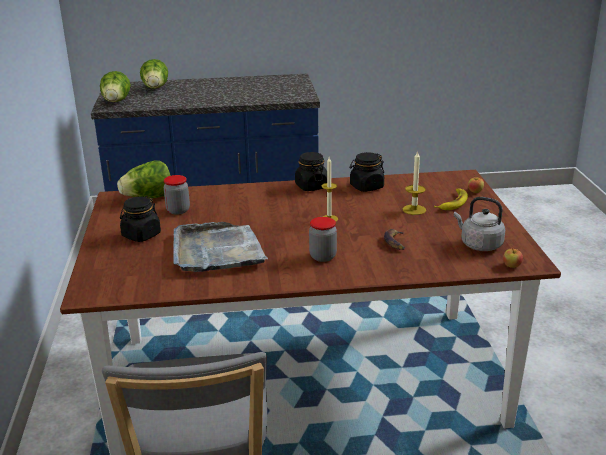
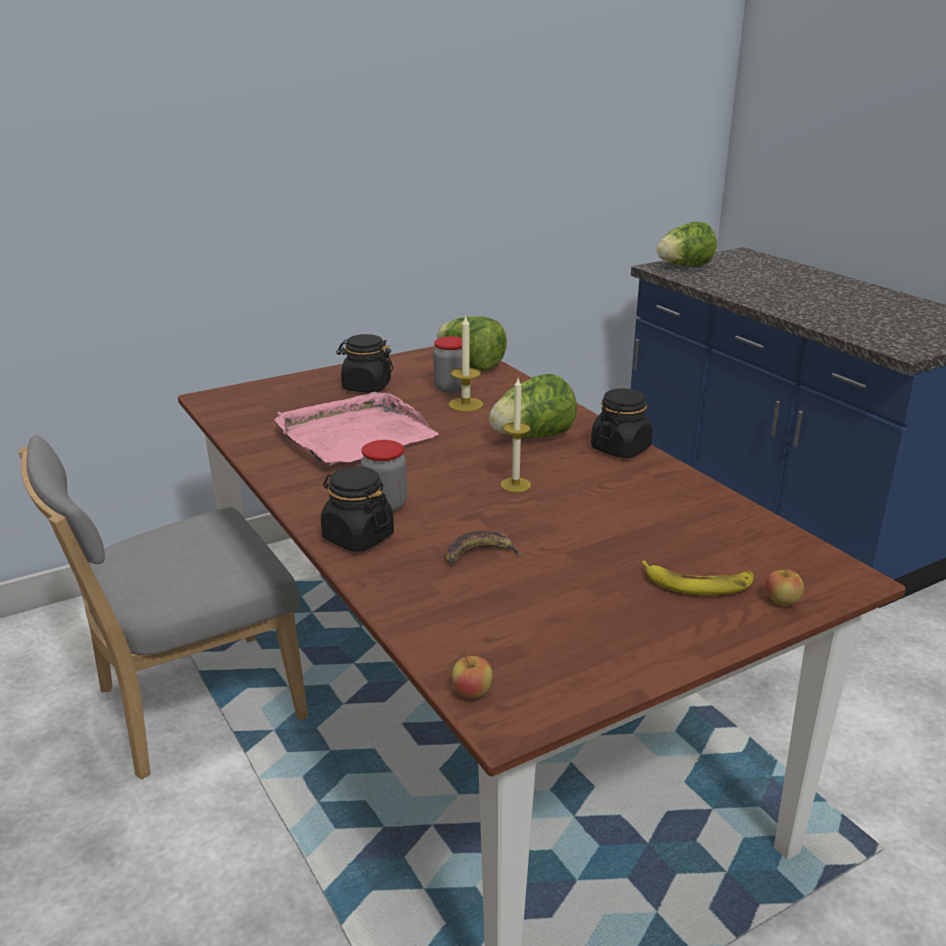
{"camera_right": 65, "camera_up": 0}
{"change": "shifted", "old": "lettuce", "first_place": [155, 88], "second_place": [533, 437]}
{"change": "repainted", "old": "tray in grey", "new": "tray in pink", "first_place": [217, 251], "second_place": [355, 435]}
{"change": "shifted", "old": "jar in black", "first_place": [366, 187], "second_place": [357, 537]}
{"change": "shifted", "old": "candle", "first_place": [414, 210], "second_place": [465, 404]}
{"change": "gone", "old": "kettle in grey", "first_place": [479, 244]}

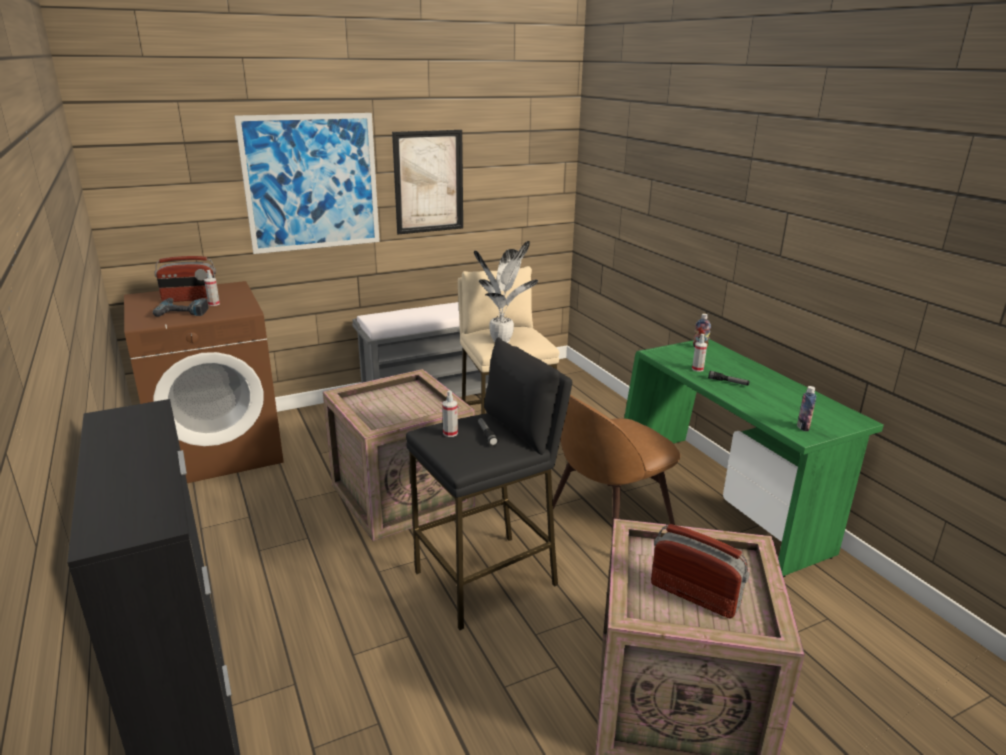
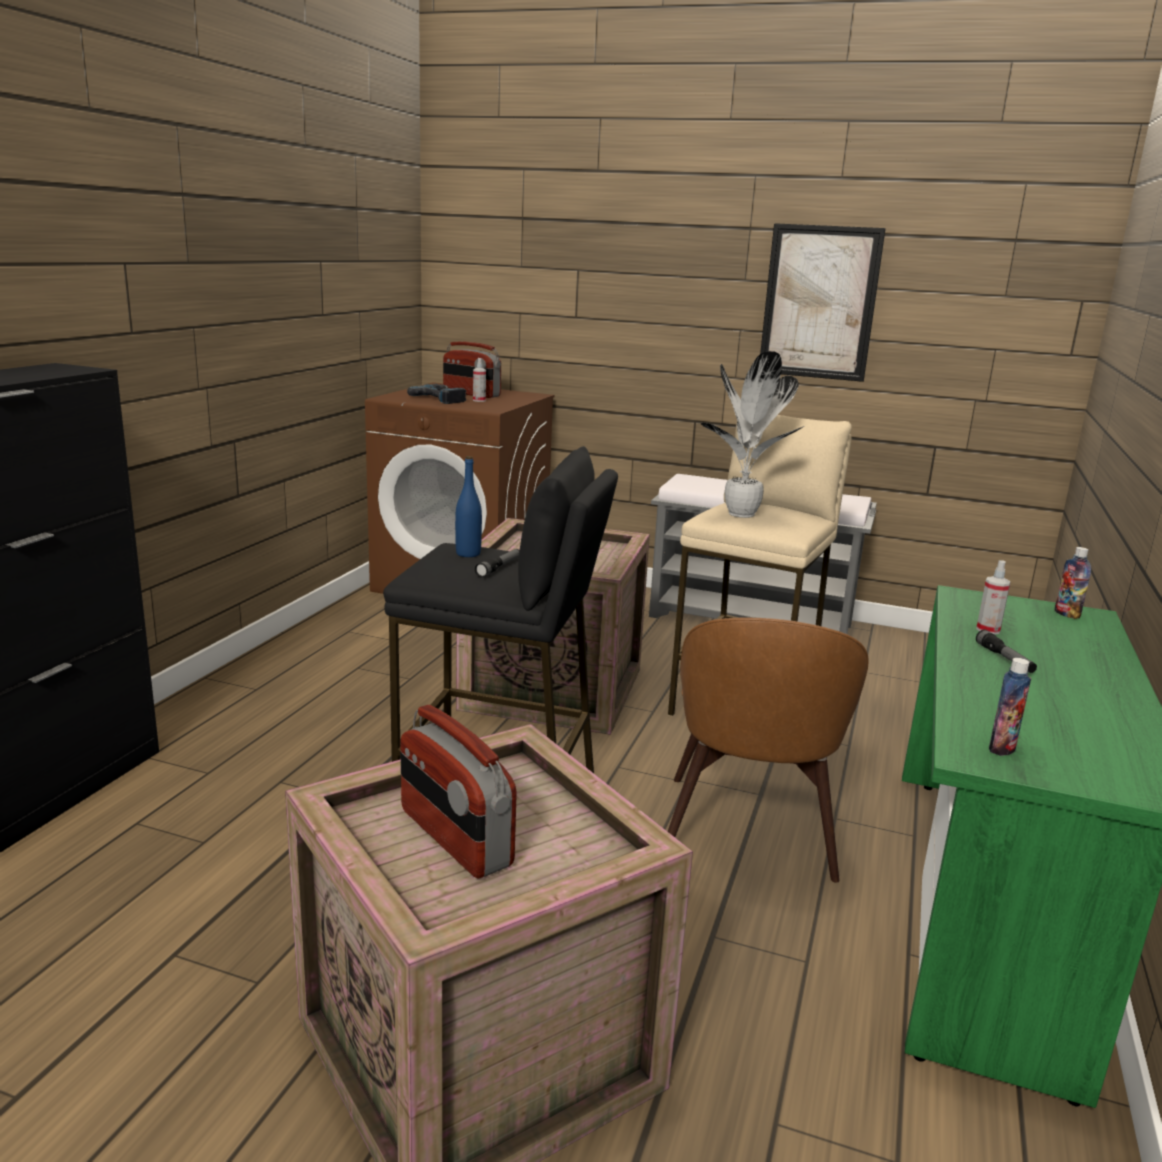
{"camera_right": 45, "camera_up": -5}
{"change": "gone", "old": "picture", "first_place": [312, 183]}
{"change": "swapped", "old": "spray bottle", "new": "bottle in blue", "first_place": [450, 433], "second_place": [468, 554]}
{"change": "rotated", "old": "chair in brown", "first_place": [606, 520], "second_place": [749, 832], "degrees": -90}
{"change": "rotated", "old": "radio", "first_place": [694, 595], "second_place": [454, 838], "degrees": 150}

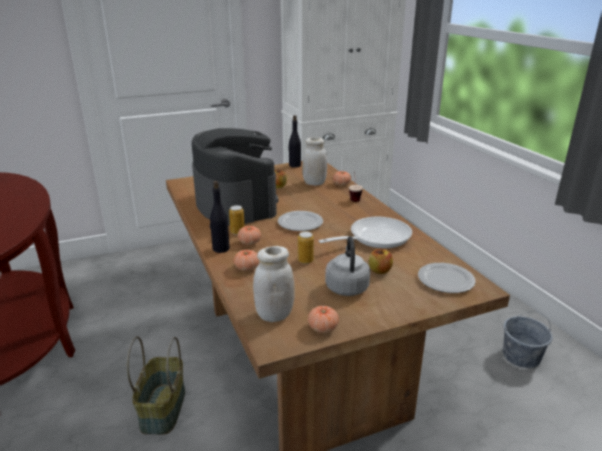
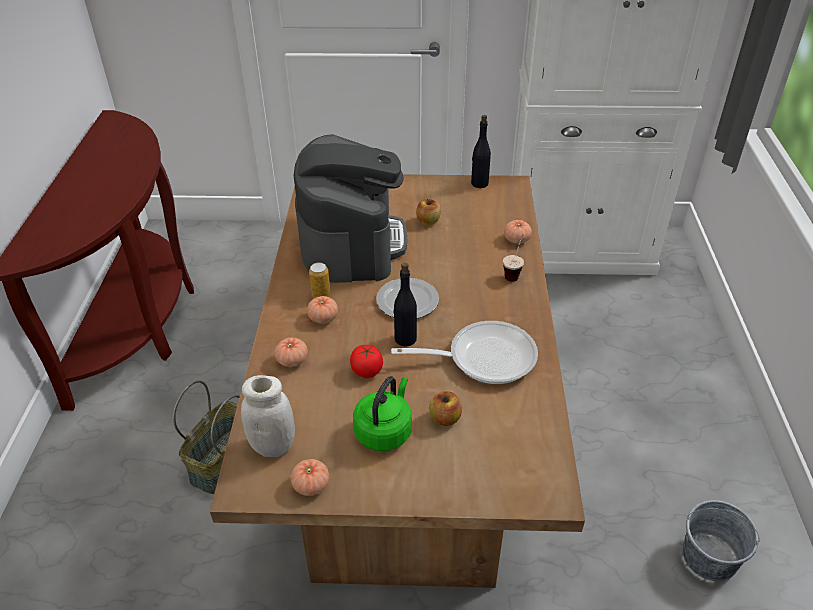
{"camera_right": 25, "camera_up": 15}
{"change": "shifted", "old": "bottle in black", "first_place": [220, 249], "second_place": [405, 339]}
{"change": "swapped", "old": "can", "new": "tomato", "first_place": [305, 261], "second_place": [367, 371]}
{"change": "gone", "old": "jar in white", "first_place": [314, 183]}
{"change": "repainted", "old": "kettle in grey", "new": "kettle in green", "first_place": [346, 286], "second_place": [385, 431]}
{"change": "gone", "old": "plate", "first_place": [446, 280]}

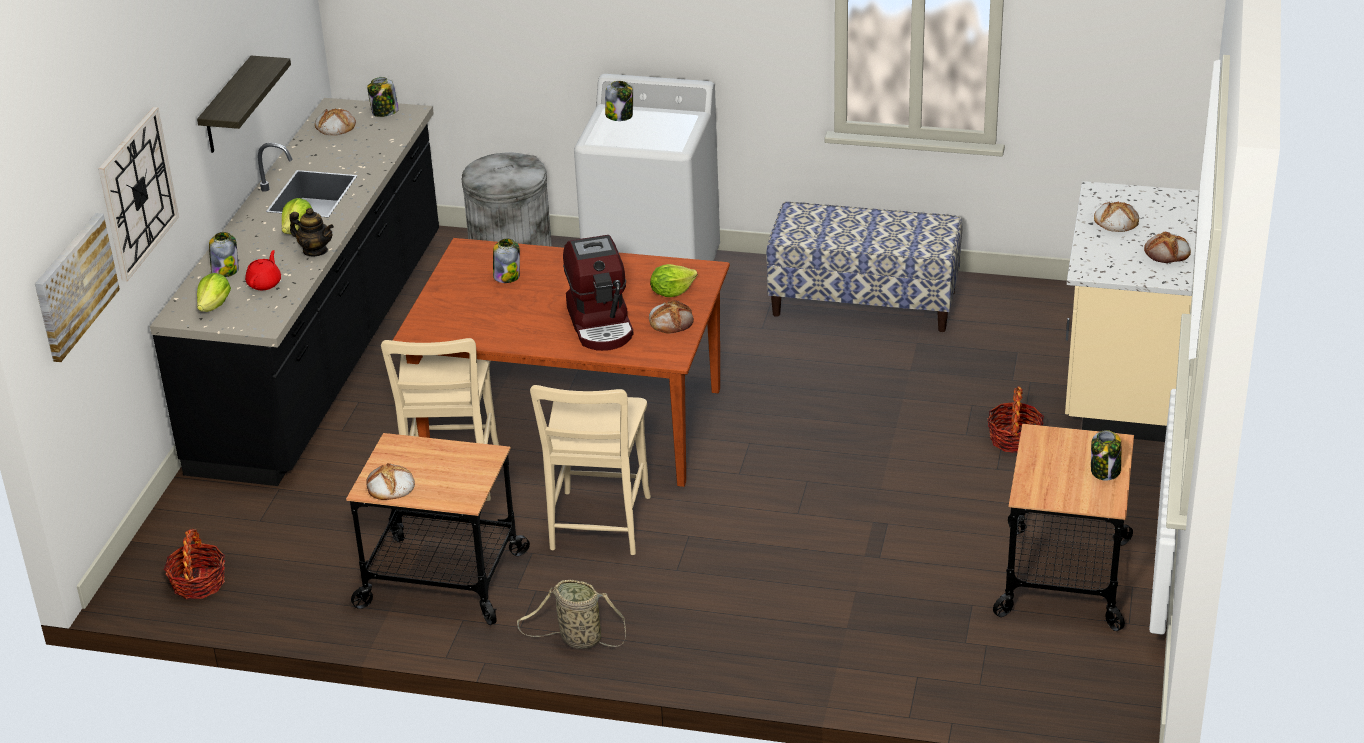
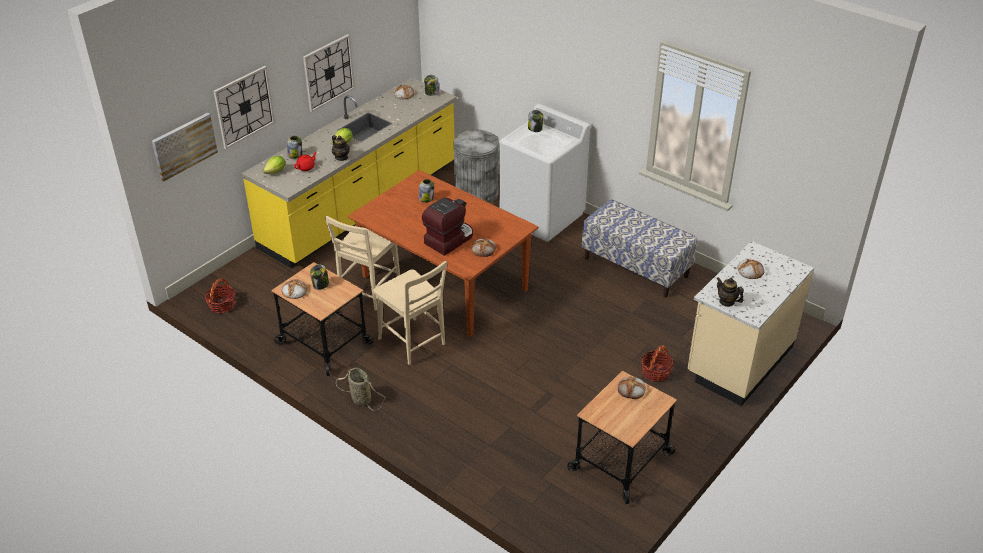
{"camera_right": 25, "camera_up": 5}
{"change": "repainted", "old": "counter in black", "new": "counter in yellow", "first_place": [324, 351], "second_place": [361, 206]}
{"change": "swapped", "old": "shelf", "new": "wall clock", "first_place": [227, 107], "second_place": [328, 72]}
{"change": "rotated", "old": "chair in beige", "first_place": [598, 527], "second_place": [414, 343], "degrees": -75}
{"change": "rotated", "old": "coffee machine", "first_place": [601, 324], "second_place": [449, 239], "degrees": -150}
{"change": "gone", "old": "lettuce", "first_place": [671, 292]}
{"change": "shifted", "old": "jar", "first_place": [1105, 471], "second_place": [321, 285]}
{"change": "shifted", "old": "bread", "first_place": [1167, 252], "second_place": [631, 389]}
{"change": "new", "new": "teapot", "second_place": [727, 301]}

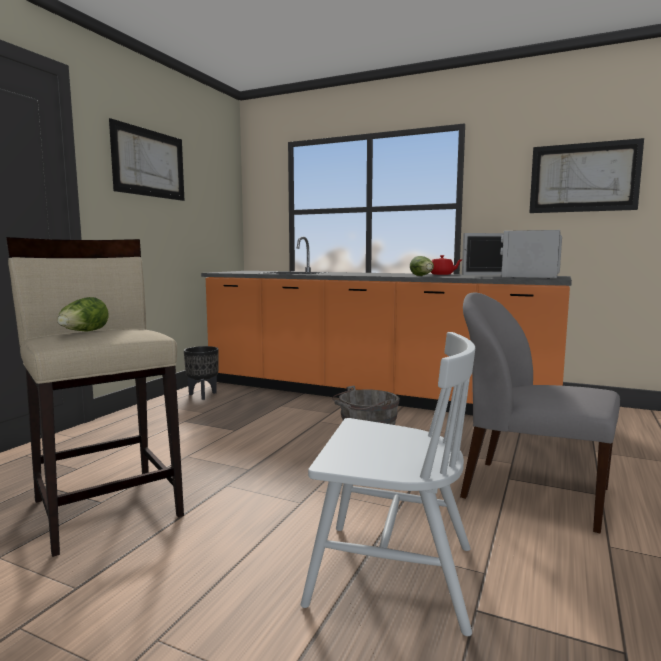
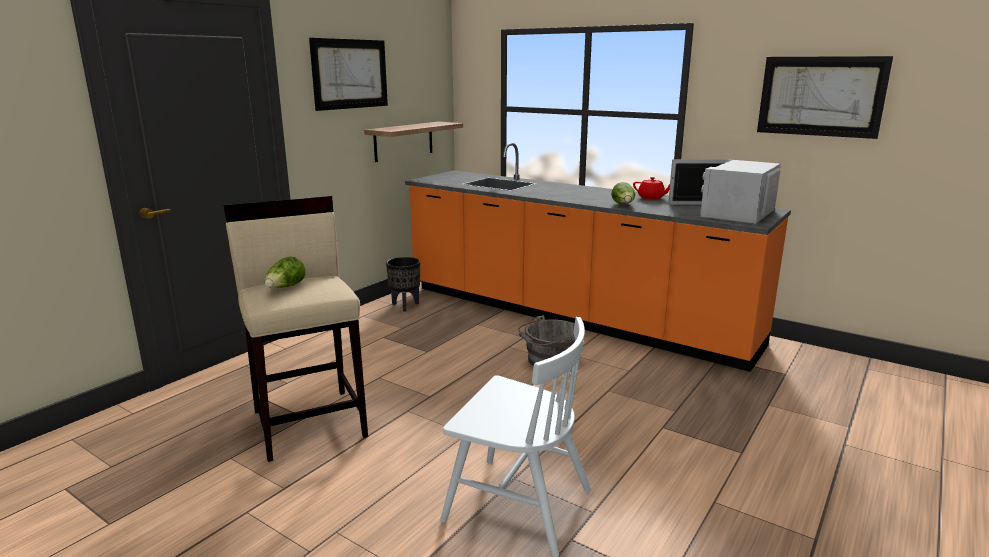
{"camera_right": 10, "camera_up": 10}
{"change": "gone", "old": "chair in grey", "first_place": [531, 492]}
{"change": "new", "new": "shelf", "second_place": [404, 141]}

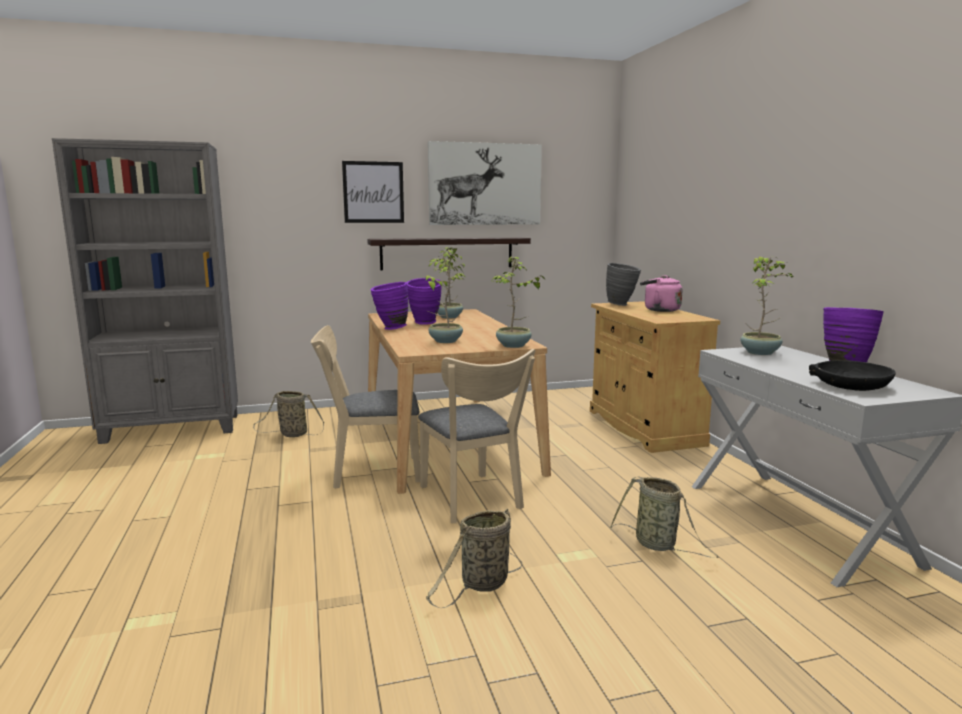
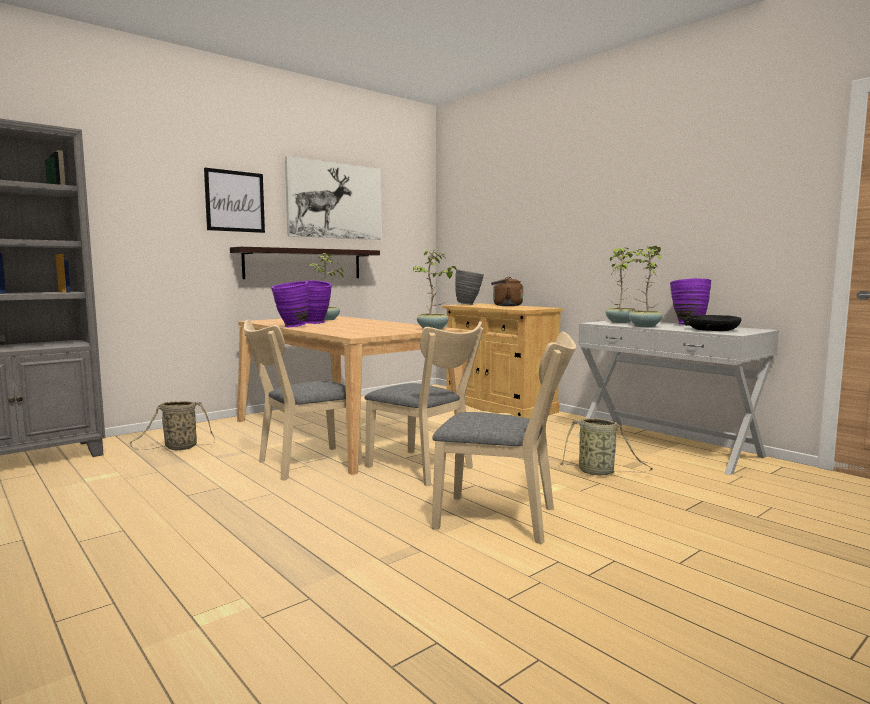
{"camera_right": -25, "camera_up": -5}
{"change": "shifted", "old": "potted plant", "first_place": [444, 341], "second_place": [644, 326]}
{"change": "swapped", "old": "basket", "new": "chair in beige", "first_place": [482, 585], "second_place": [505, 519]}
{"change": "repainted", "old": "kettle in pink", "new": "kettle in brown", "first_place": [659, 310], "second_place": [505, 305]}

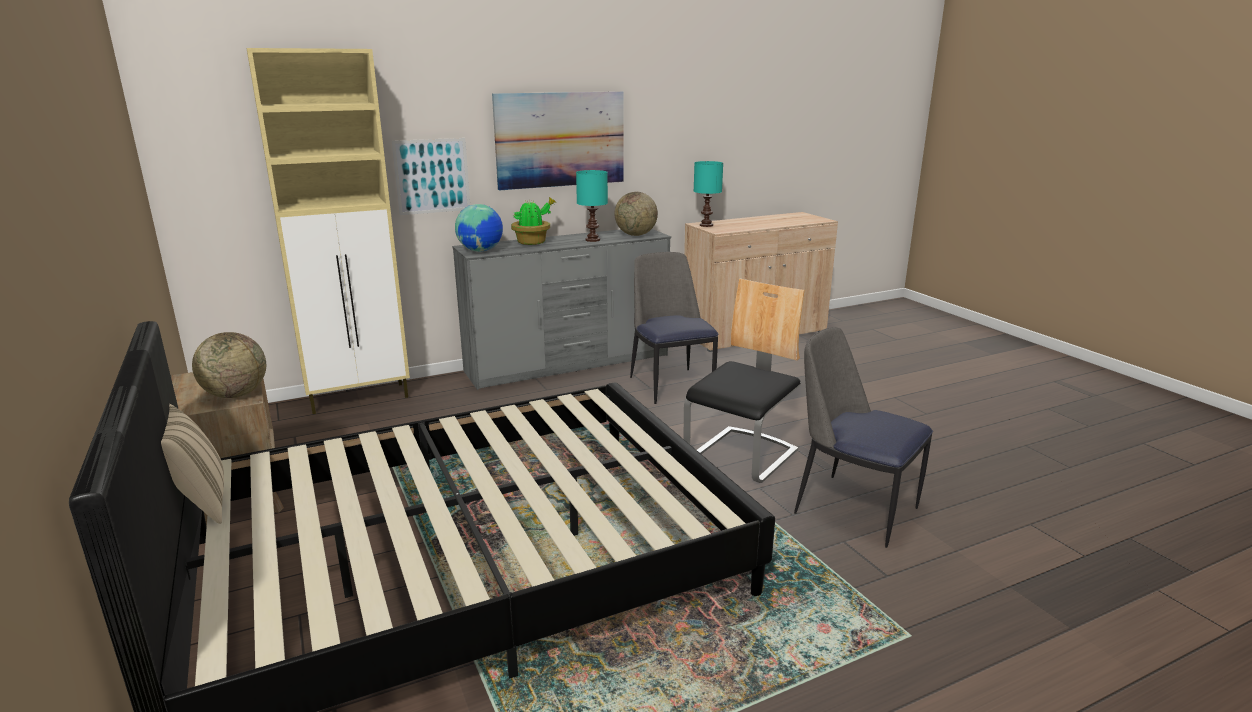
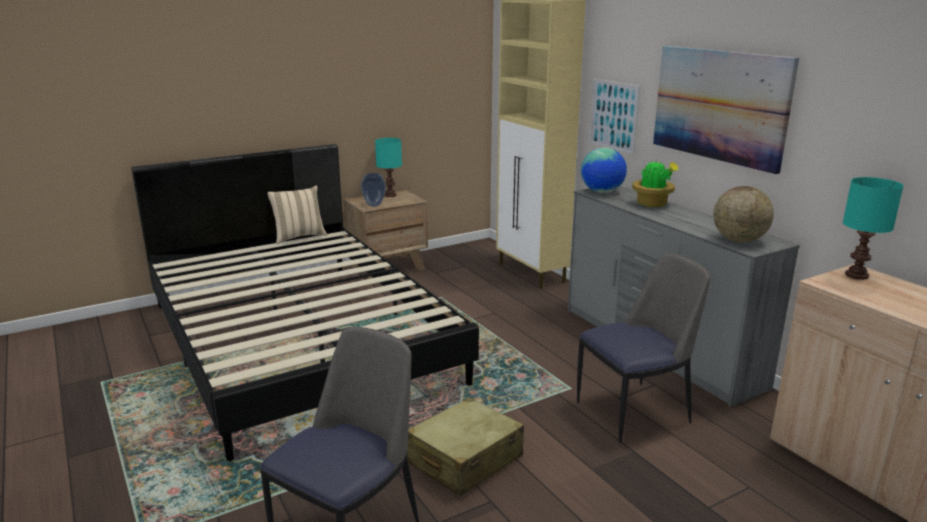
{"camera_right": 85, "camera_up": 0}
{"change": "swapped", "old": "globe", "new": "vase", "first_place": [236, 394], "second_place": [374, 205]}
{"change": "shifted", "old": "table lamp in turquoise", "first_place": [592, 240], "second_place": [390, 195]}
{"change": "swapped", "old": "chair", "new": "suitcase in beige", "first_place": [742, 455], "second_place": [464, 460]}

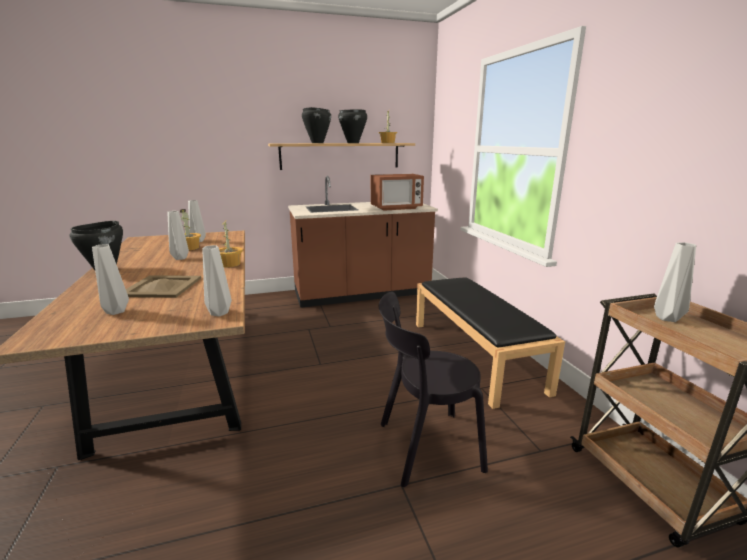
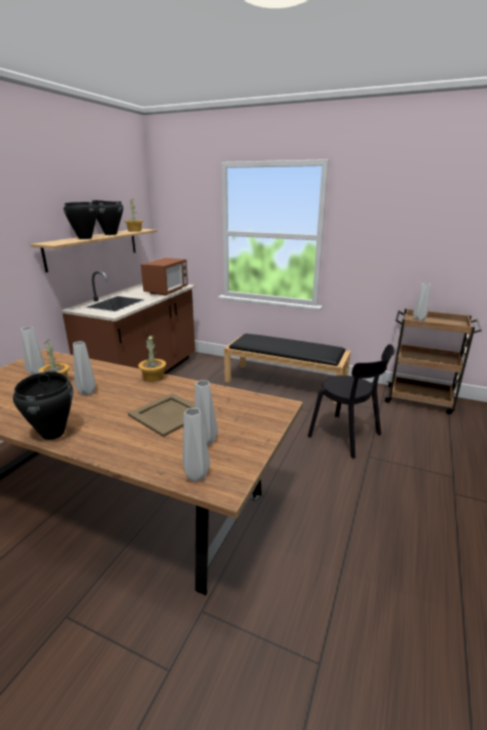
{"camera_right": -50, "camera_up": 5}
{"change": "shifted", "old": "vase in grey", "first_place": [220, 313], "second_place": [196, 475]}
{"change": "rotated", "old": "chair in black", "first_place": [424, 447], "second_place": [347, 437], "degrees": -75}

